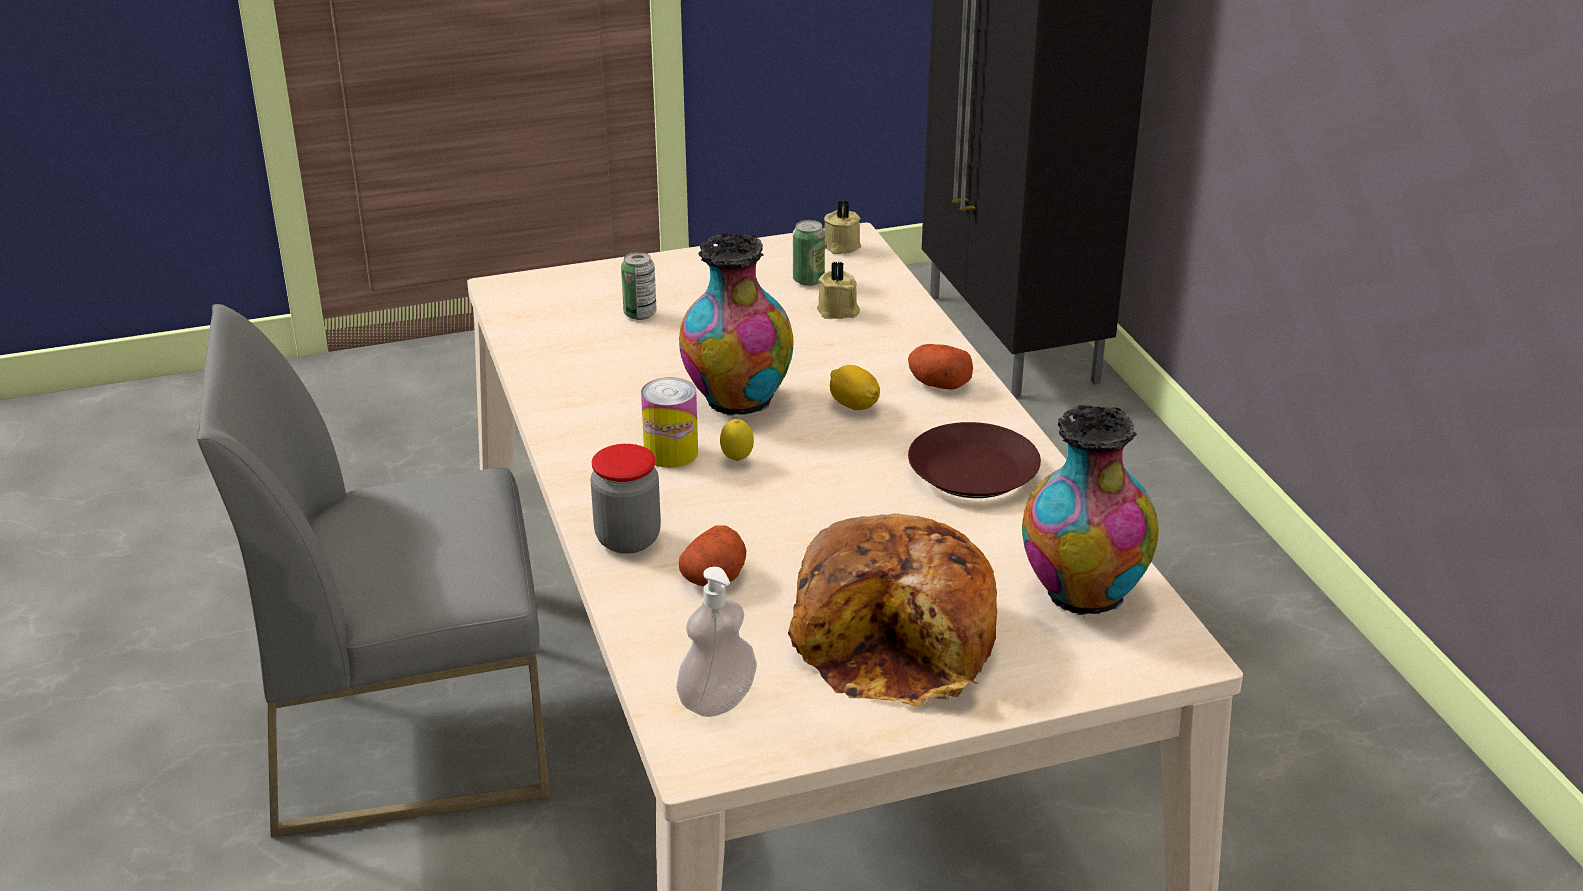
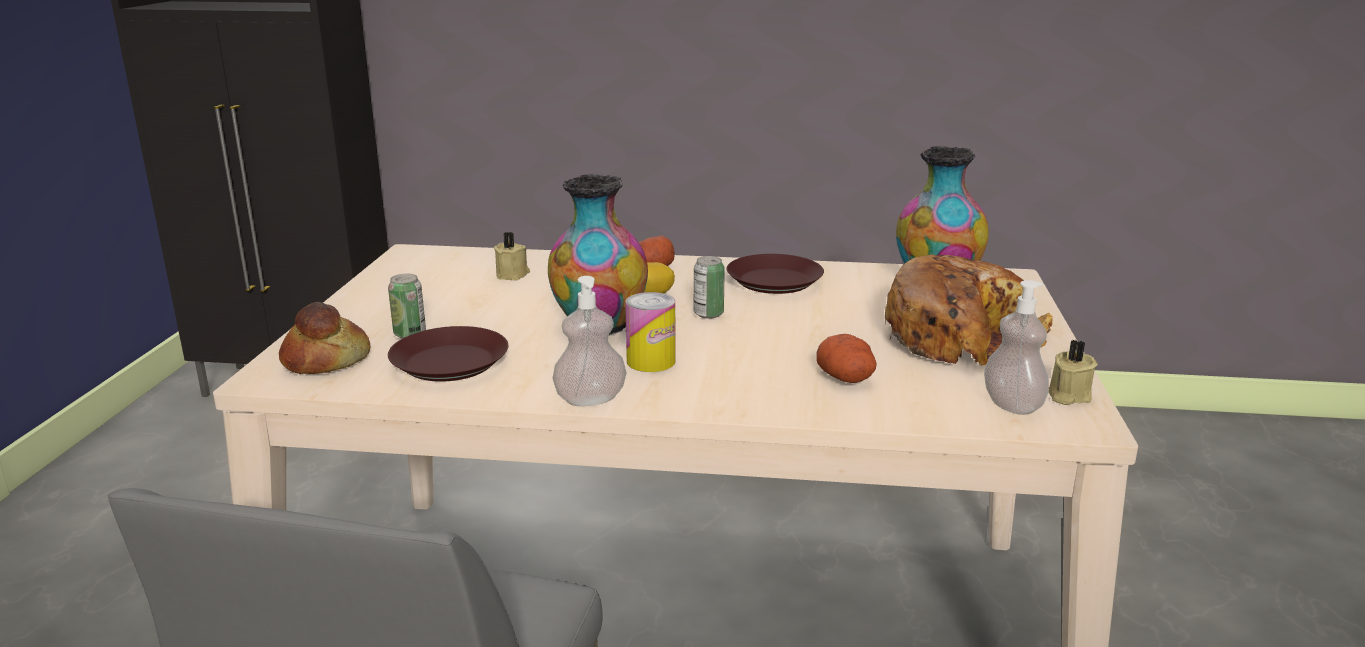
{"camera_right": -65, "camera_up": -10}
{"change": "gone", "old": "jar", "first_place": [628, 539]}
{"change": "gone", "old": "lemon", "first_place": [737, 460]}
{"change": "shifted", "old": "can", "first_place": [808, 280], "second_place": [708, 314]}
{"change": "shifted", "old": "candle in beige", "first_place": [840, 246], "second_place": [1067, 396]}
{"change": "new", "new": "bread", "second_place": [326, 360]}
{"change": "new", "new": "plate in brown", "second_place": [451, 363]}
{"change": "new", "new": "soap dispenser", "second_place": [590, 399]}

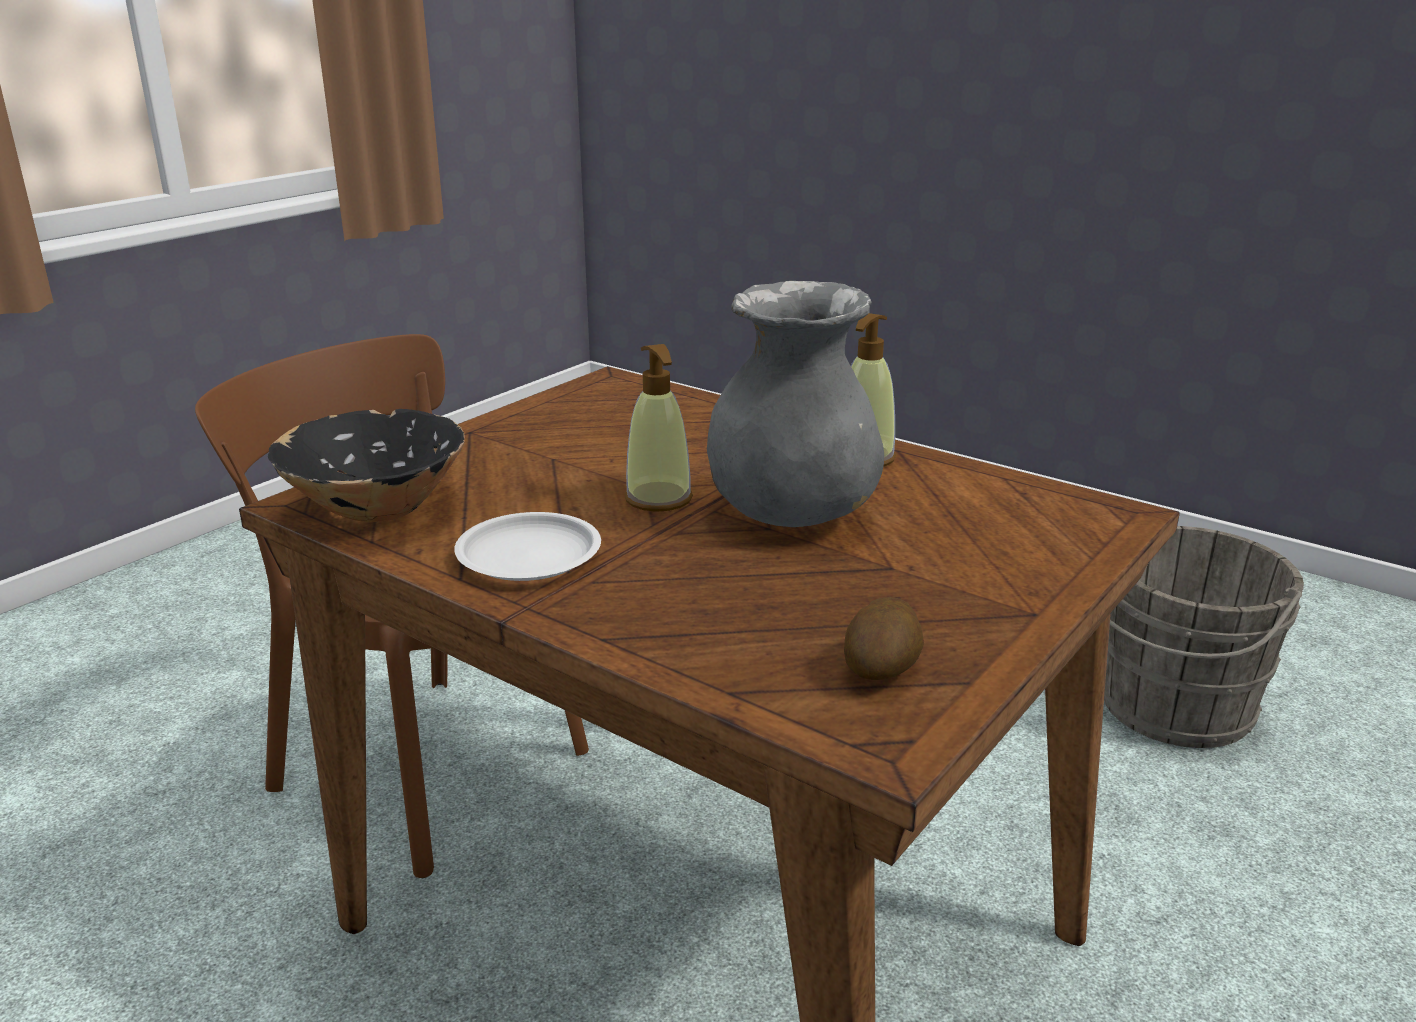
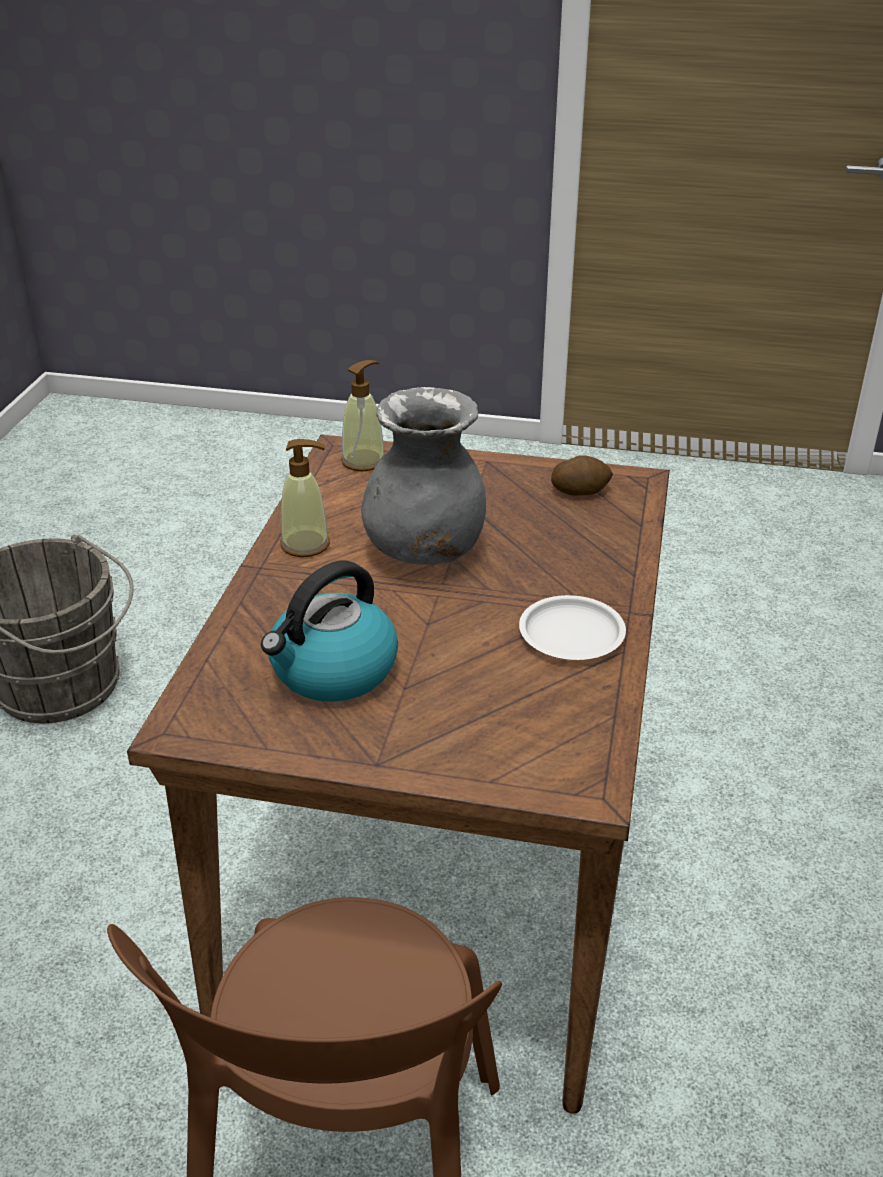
{"camera_right": -115, "camera_up": 10}
{"change": "gone", "old": "bowl in black", "first_place": [377, 508]}
{"change": "shifted", "old": "soap dispenser", "first_place": [659, 499], "second_place": [363, 461]}
{"change": "new", "new": "kettle", "second_place": [332, 671]}

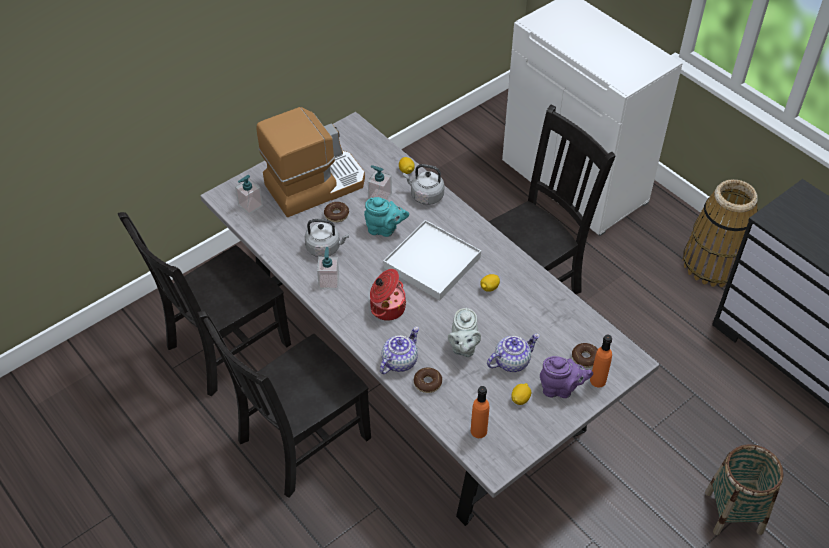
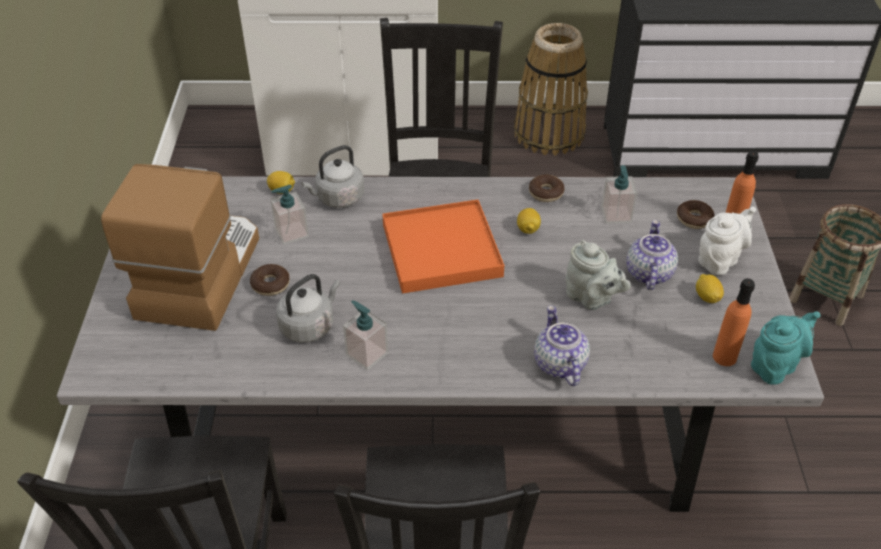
{"camera_right": -50, "camera_up": -5}
{"change": "shifted", "old": "soap dispenser", "first_place": [250, 205], "second_place": [616, 215]}
{"change": "shifted", "old": "teapot in turquoise", "first_place": [384, 229], "second_place": [775, 365]}
{"change": "gone", "old": "cooking pot", "first_place": [386, 307]}
{"change": "repainted", "old": "tray in white", "new": "tray in orange", "first_place": [432, 262], "second_place": [441, 250]}
{"change": "shifted", "old": "donut", "first_place": [427, 383], "second_place": [546, 193]}
{"change": "repainted", "old": "teapot in purple", "new": "teapot in white", "first_place": [560, 389], "second_place": [720, 260]}

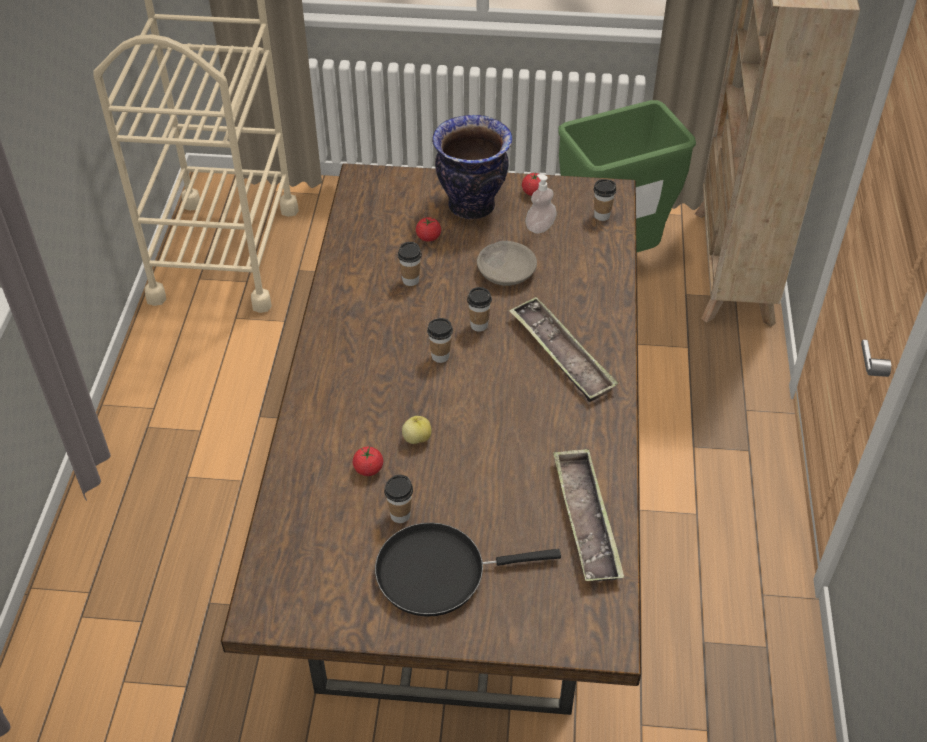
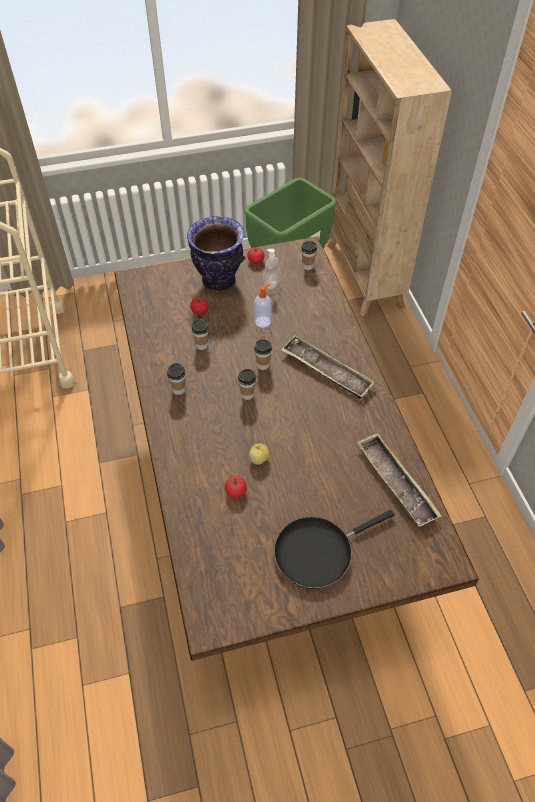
{"camera_right": -20, "camera_up": 5}
{"change": "shifted", "old": "cup", "first_place": [400, 515], "second_place": [178, 389]}
{"change": "swapped", "old": "bowl in grey", "new": "soap dispenser", "first_place": [506, 271], "second_place": [263, 321]}

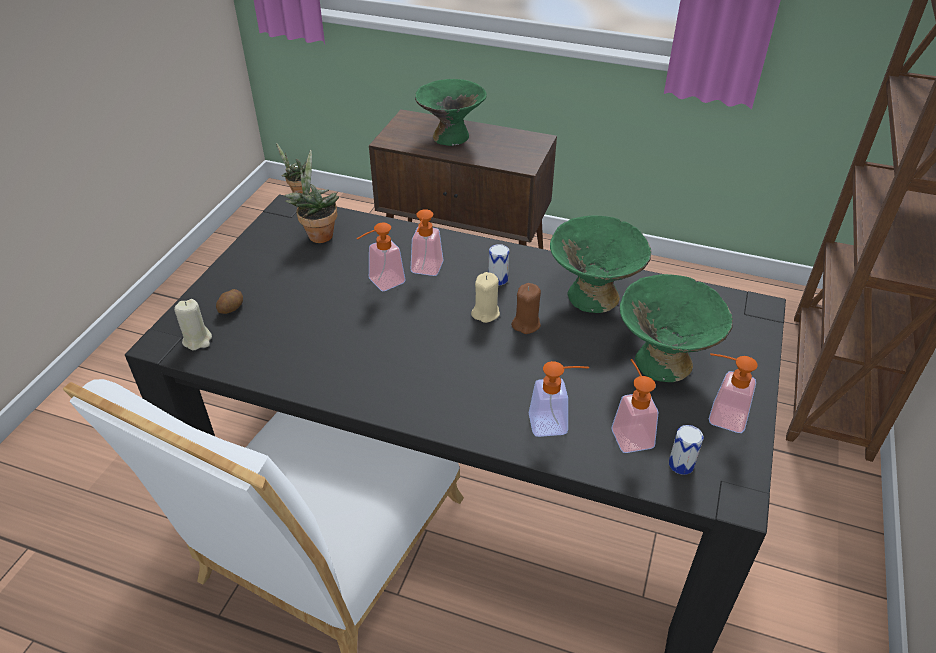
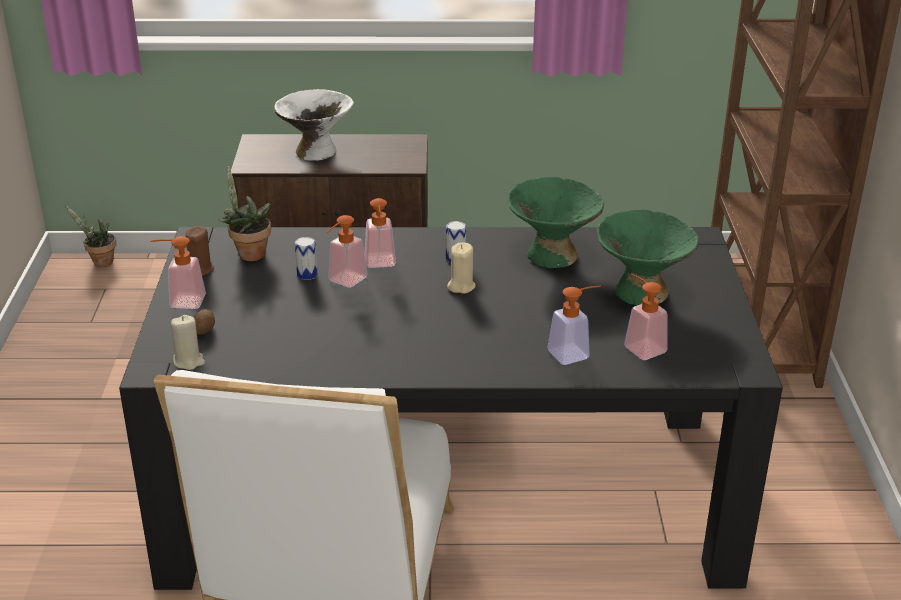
{"camera_right": -20, "camera_up": -10}
{"change": "repainted", "old": "bowl in green", "new": "bowl in white", "first_place": [451, 137], "second_place": [316, 152]}
{"change": "shifted", "old": "candle in brown", "first_place": [526, 324], "second_place": [200, 269]}
{"change": "shifted", "old": "can", "first_place": [681, 464], "second_place": [307, 275]}
{"change": "shifted", "old": "soap dispenser", "first_place": [720, 416], "second_place": [181, 301]}

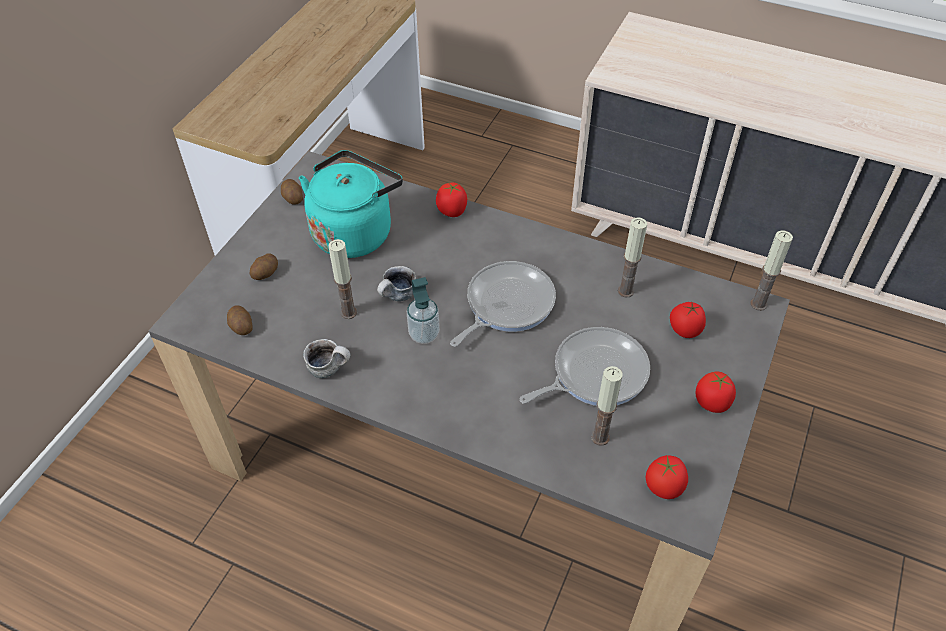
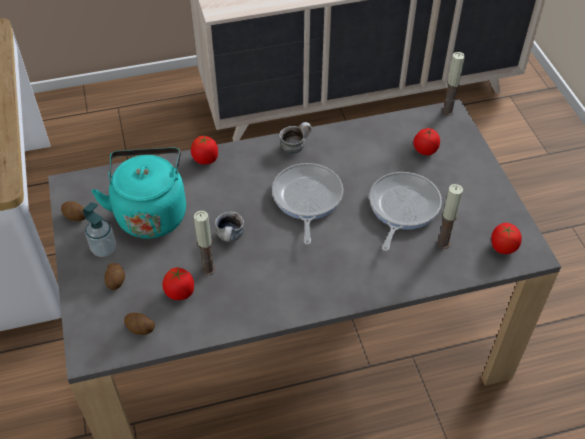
{"camera_right": -40, "camera_up": 0}
{"change": "shifted", "old": "mug", "first_place": [330, 368], "second_place": [295, 146]}
{"change": "shifted", "old": "soap dispenser", "first_place": [424, 334], "second_place": [104, 249]}
{"change": "gone", "old": "candle", "first_place": [625, 291]}
{"change": "shifted", "old": "tomato", "first_place": [712, 403], "second_place": [180, 293]}

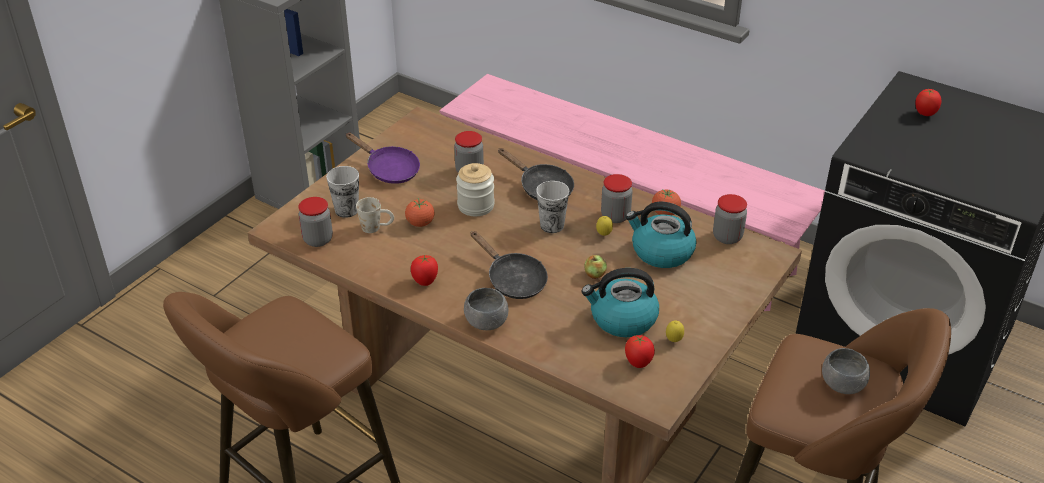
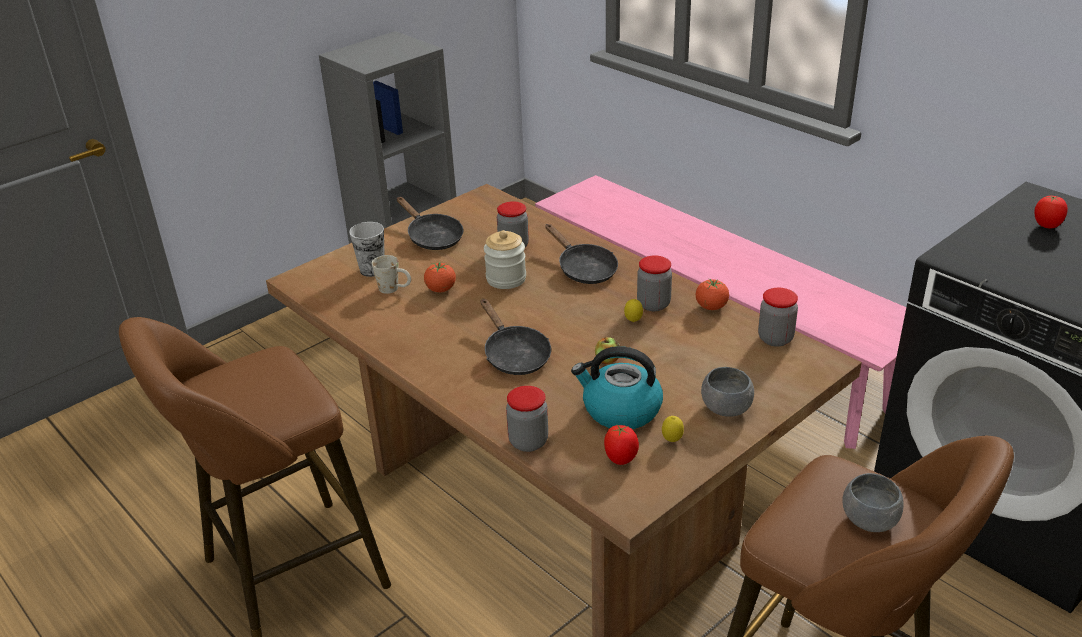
{"camera_right": 15, "camera_up": -5}
{"change": "shifted", "old": "jar", "first_place": [318, 239], "second_place": [528, 442]}
{"change": "repainted", "old": "frying pan in purple", "new": "frying pan in black", "first_place": [389, 170], "second_place": [432, 237]}
{"change": "gone", "old": "tomato", "first_place": [425, 282]}
{"change": "shifted", "old": "bowl in grey", "first_place": [486, 323], "second_place": [726, 409]}
{"change": "gone", "old": "cup", "first_place": [552, 225]}
{"change": "gone", "old": "kettle", "first_place": [661, 252]}

